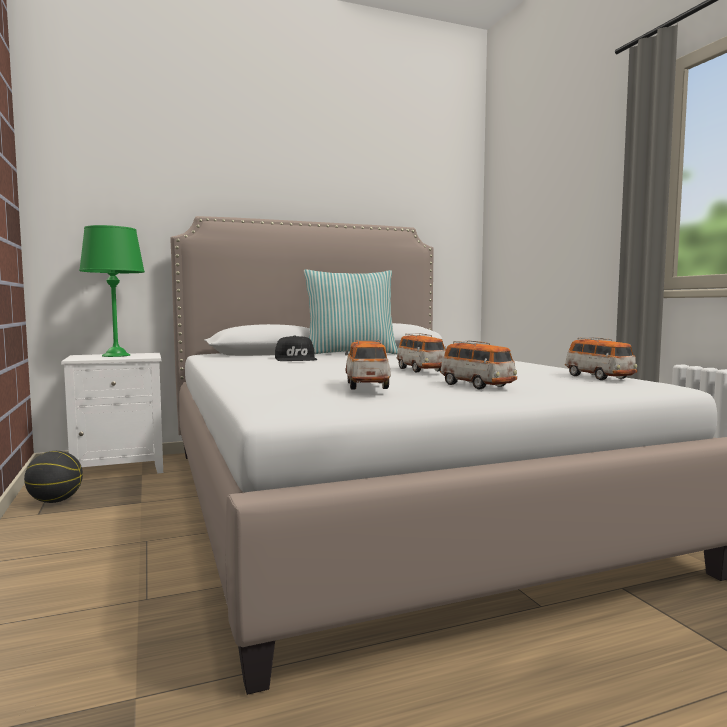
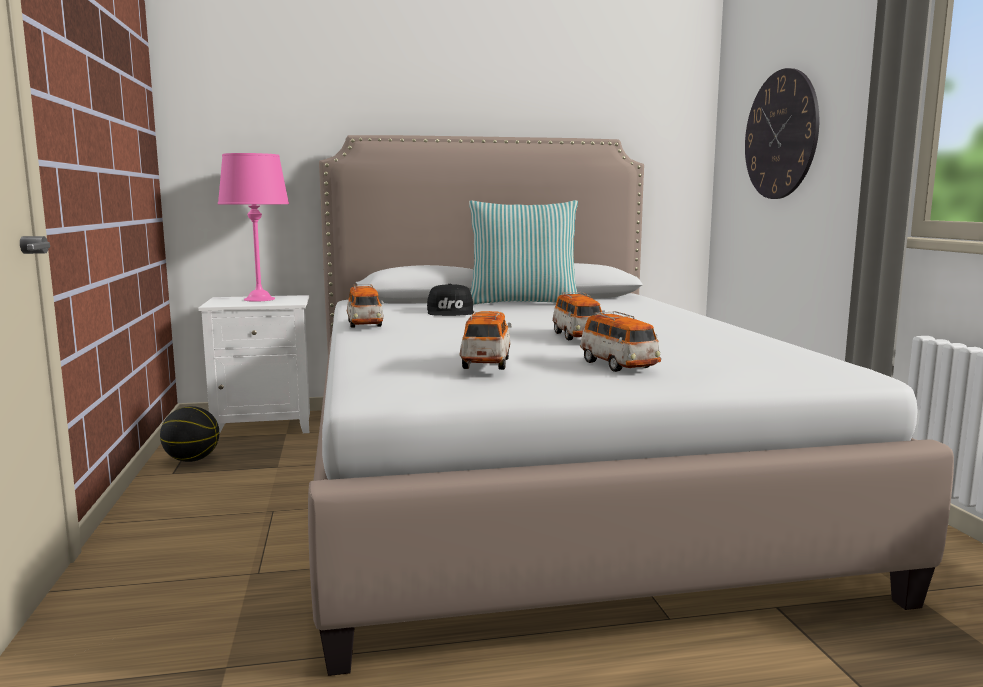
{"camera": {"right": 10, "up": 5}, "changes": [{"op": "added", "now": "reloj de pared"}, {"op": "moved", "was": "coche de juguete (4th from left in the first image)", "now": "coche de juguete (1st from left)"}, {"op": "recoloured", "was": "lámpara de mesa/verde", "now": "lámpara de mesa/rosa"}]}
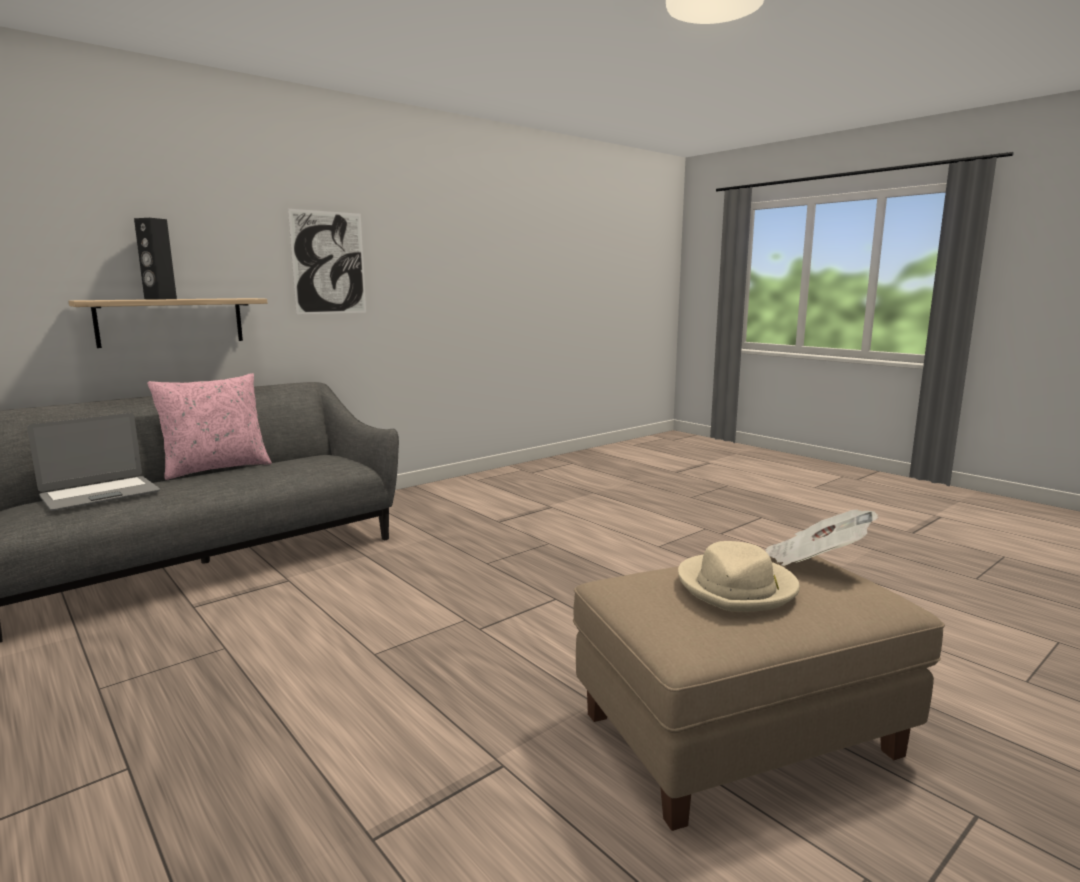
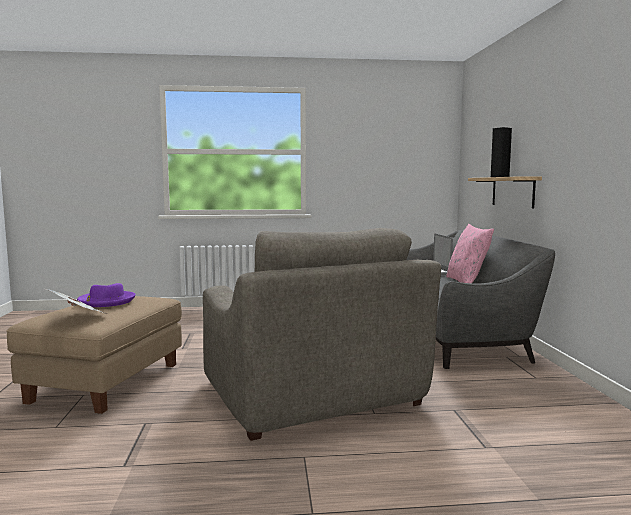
{"camera": {"right": 125, "up": -5}, "changes": [{"op": "removed", "was": "cuadro"}, {"op": "added", "now": "sillón/gris"}, {"op": "recoloured", "was": "sombrero/beis", "now": "sombrero/morado"}]}
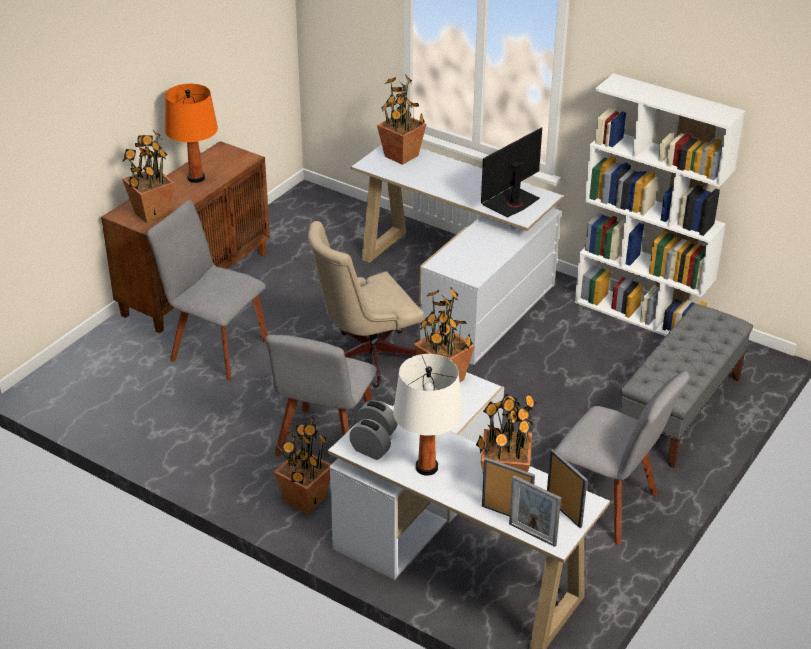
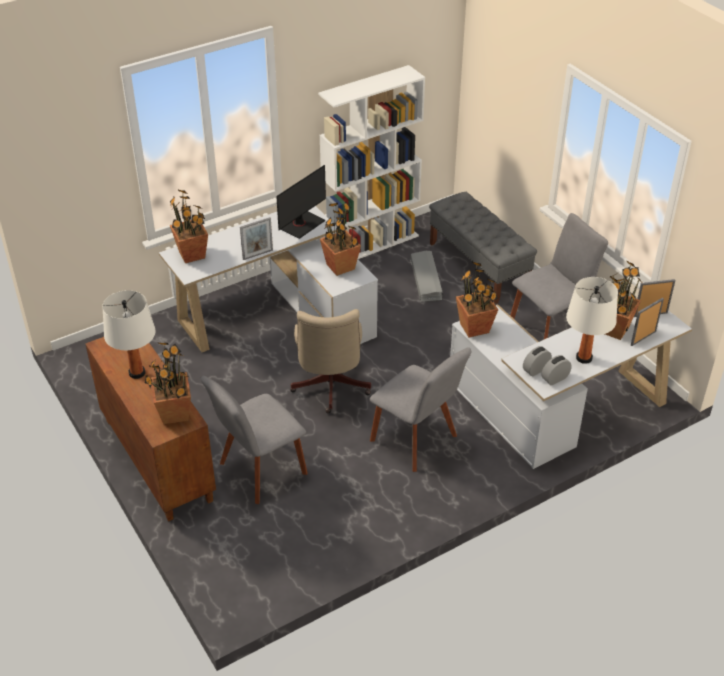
{"camera": {"right": -65, "up": 5}, "changes": [{"op": "added", "now": "caja de almacenaje/gris"}, {"op": "moved", "was": "planta en maceta (2nd from left in the first image)", "now": "planta en maceta (3rd from left)"}, {"op": "moved", "was": "portarretratos (2nd from left in the first image)", "now": "portarretratos (1st from left)"}, {"op": "recoloured", "was": "lámpara de mesa/naranja", "now": "lámpara de mesa/blanco (1st from left)"}, {"op": "turned", "was": "monitor", "clockwise": -120}]}
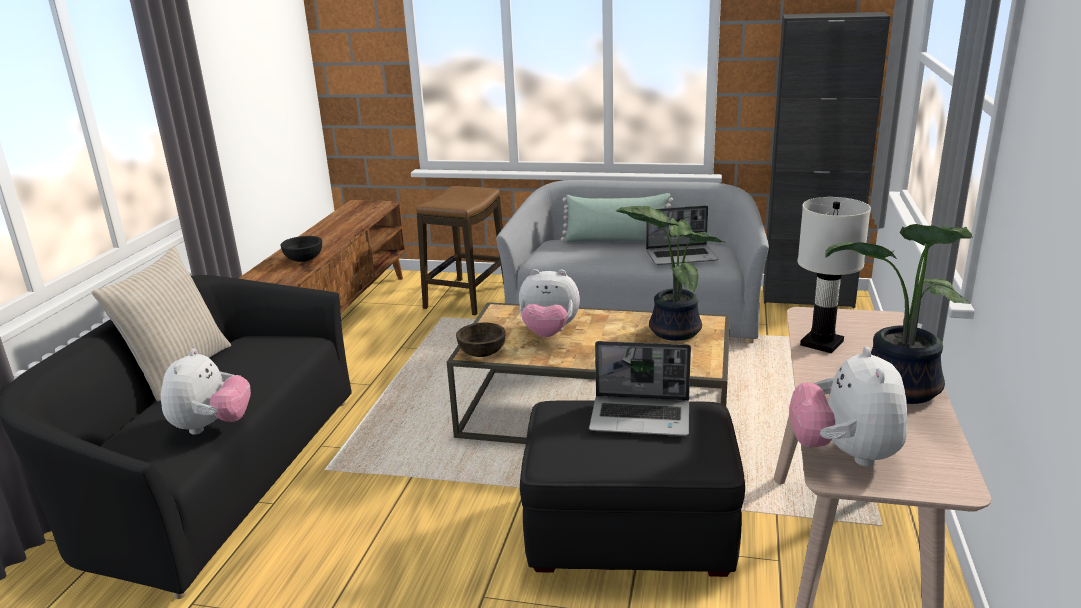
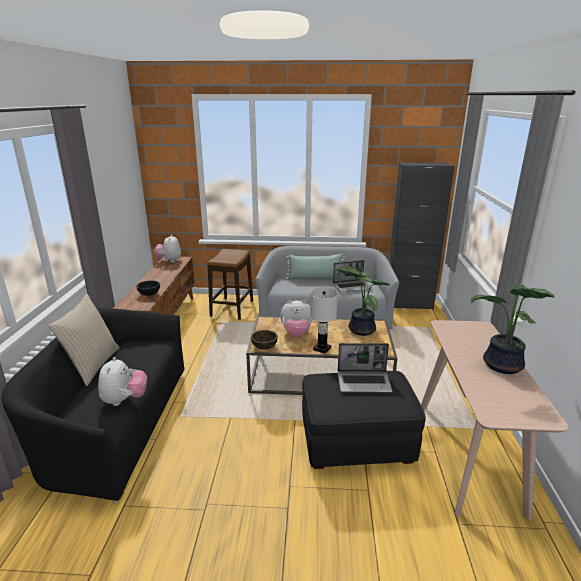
{"camera": {"right": -10, "up": 0}, "changes": [{"op": "moved", "was": "peluche (3rd from left in the first image)", "now": "peluche (2nd from left)"}, {"op": "moved", "was": "lámpara de mesa/blanco"}]}
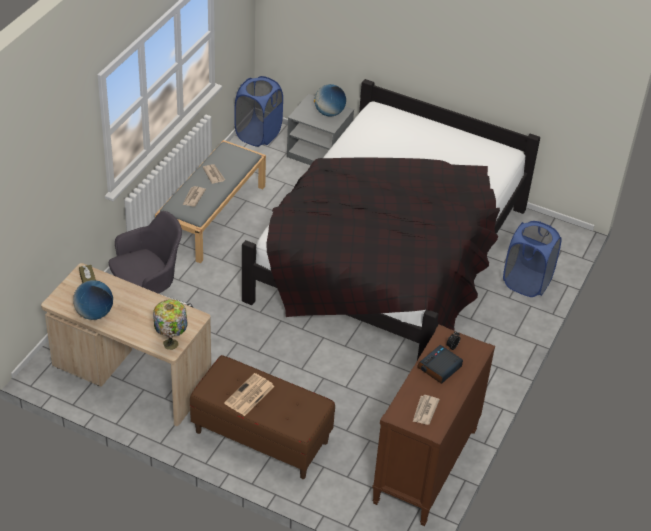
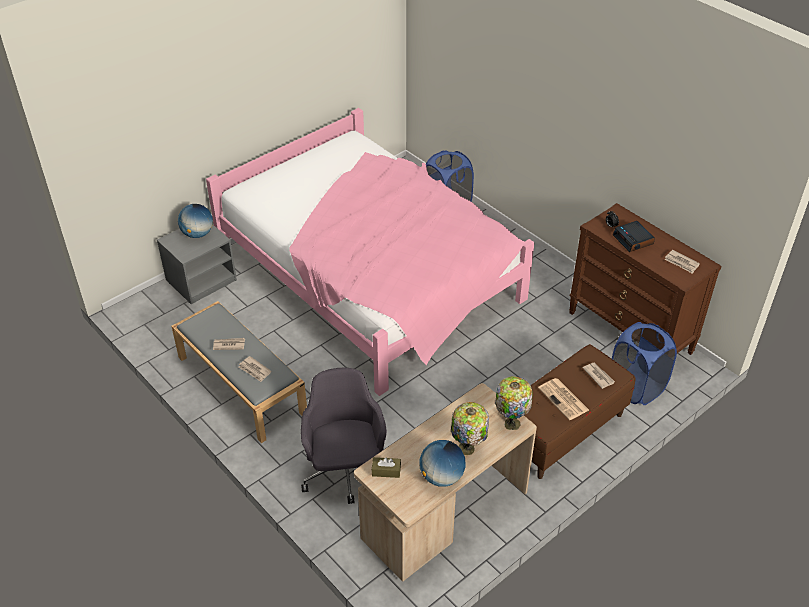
{"camera": {"right": -65, "up": 0}, "changes": [{"op": "added", "now": "lámpara de mesa (1st from left)"}, {"op": "added", "now": "periódico (4th from left)"}, {"op": "moved", "was": "cesto de la ropa/azul (1st from left in the first image)", "now": "cesto de la ropa/azul (2nd from left)"}, {"op": "recoloured", "was": "cama/negro", "now": "cama/rosa"}]}
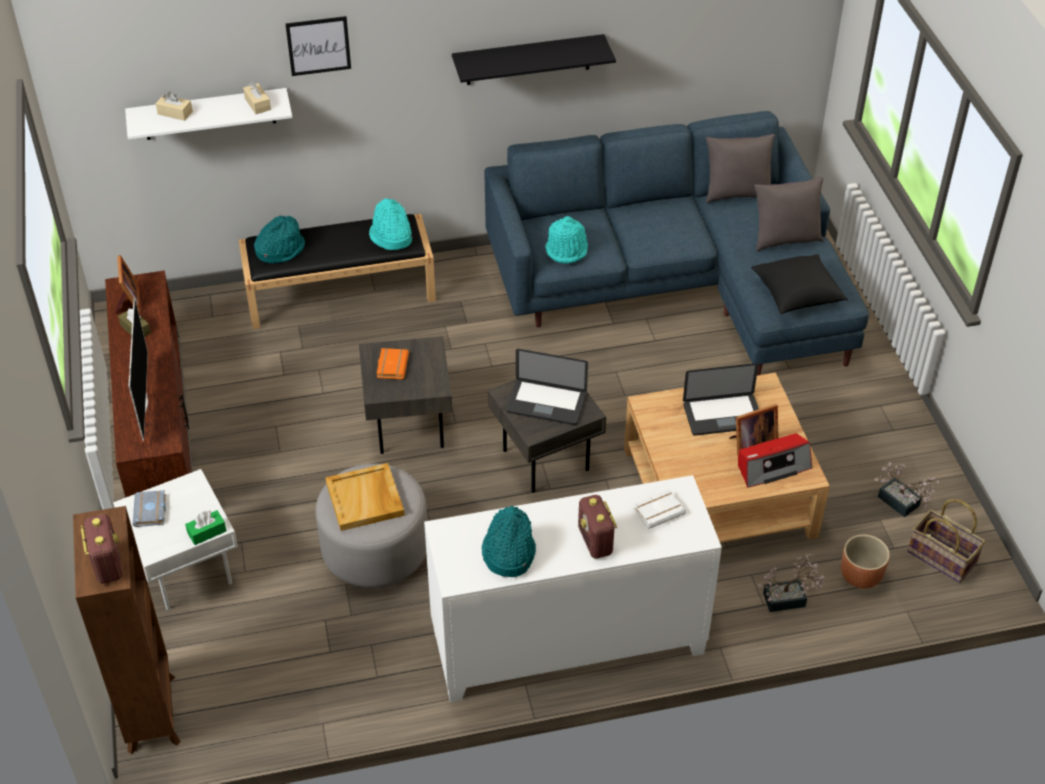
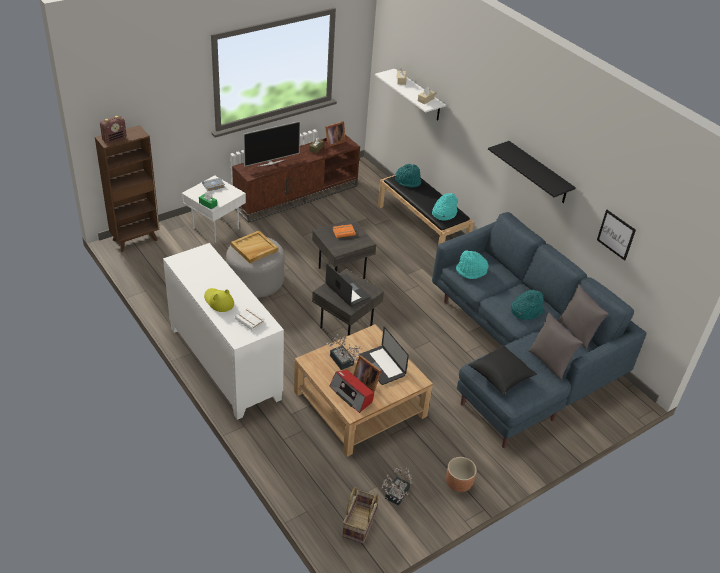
{"camera": {"right": 65, "up": -5}, "changes": [{"op": "moved", "was": "cuadro"}, {"op": "moved", "was": "sombrero/turquesa (3rd from left in the first image)", "now": "sombrero/turquesa (4th from left)"}, {"op": "moved", "was": "planta en maceta (1st from left)"}, {"op": "moved", "was": "maceta/marrón"}, {"op": "replaced", "was": "radio (2nd from left)", "now": "sombrero/amarillo"}, {"op": "turned", "was": "portátil (1st from left)", "clockwise": 150}]}
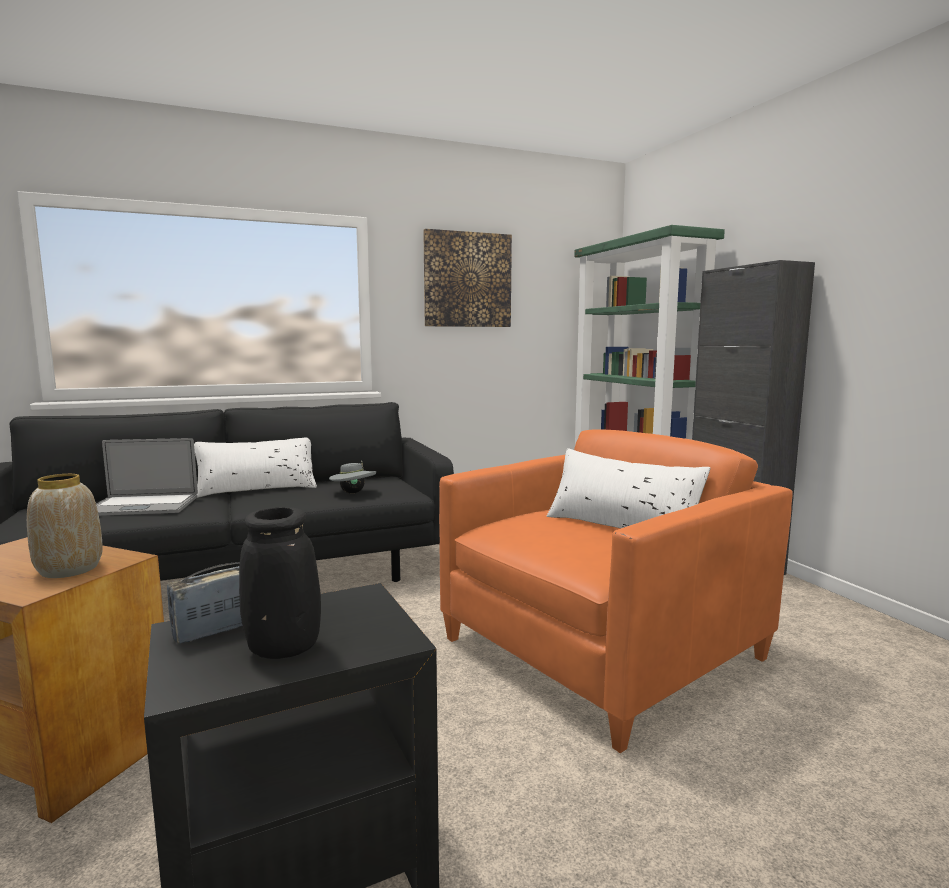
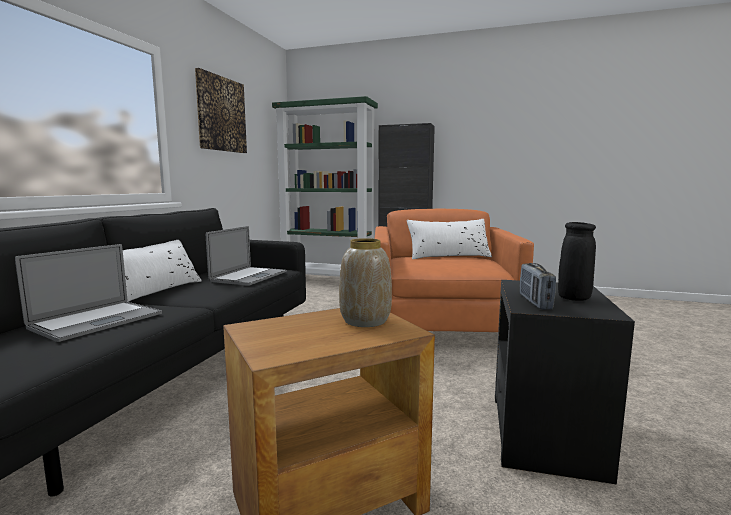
{"camera": {"right": -50, "up": 0}, "changes": [{"op": "replaced", "was": "sombrero/gris", "now": "portátil (2nd from left)"}]}
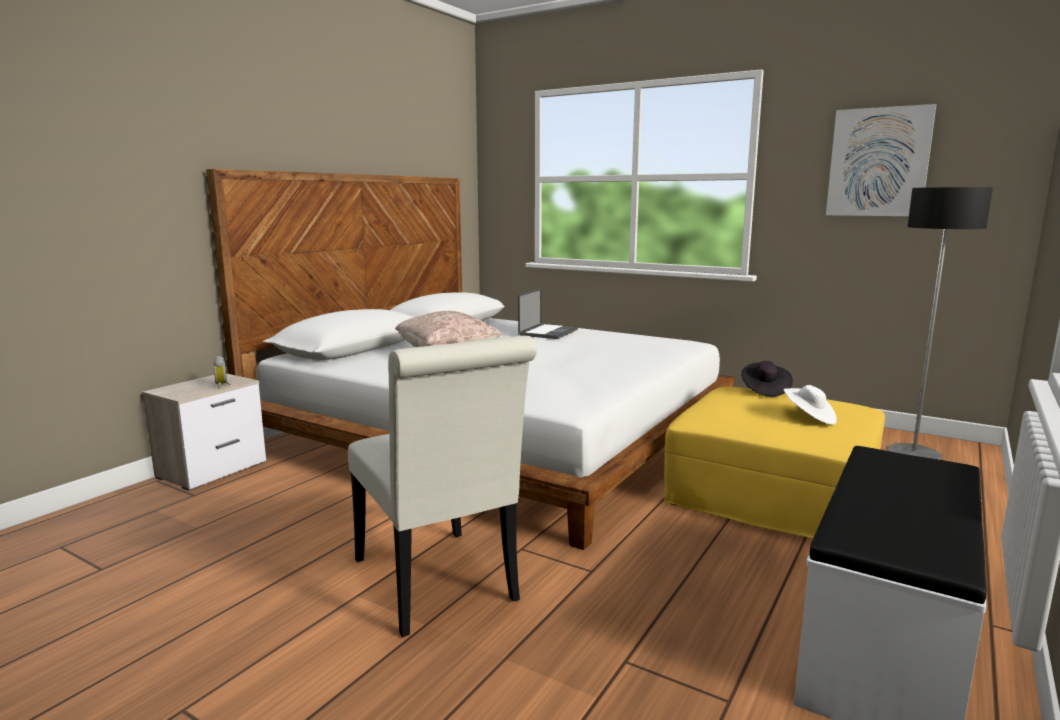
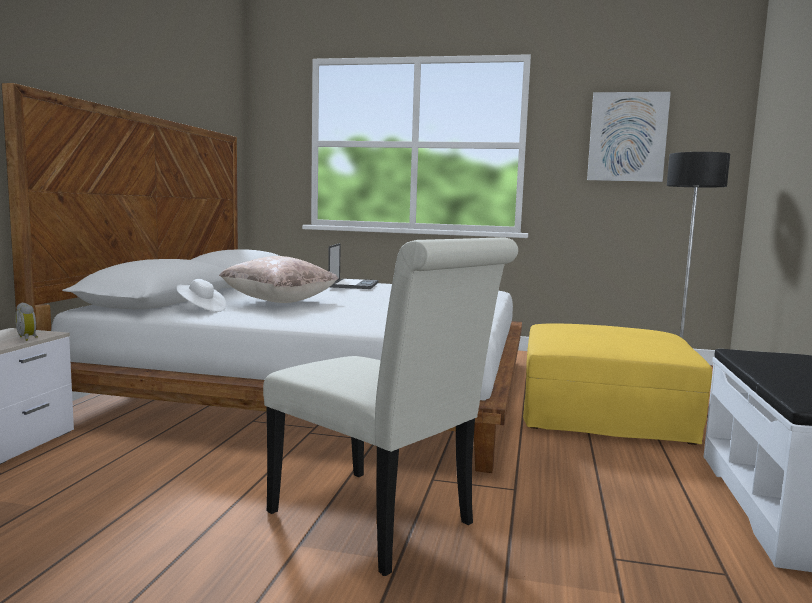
{"camera": {"right": -20, "up": -5}, "changes": [{"op": "removed", "was": "sombrero/negro"}, {"op": "moved", "was": "sombrero/blanco"}]}
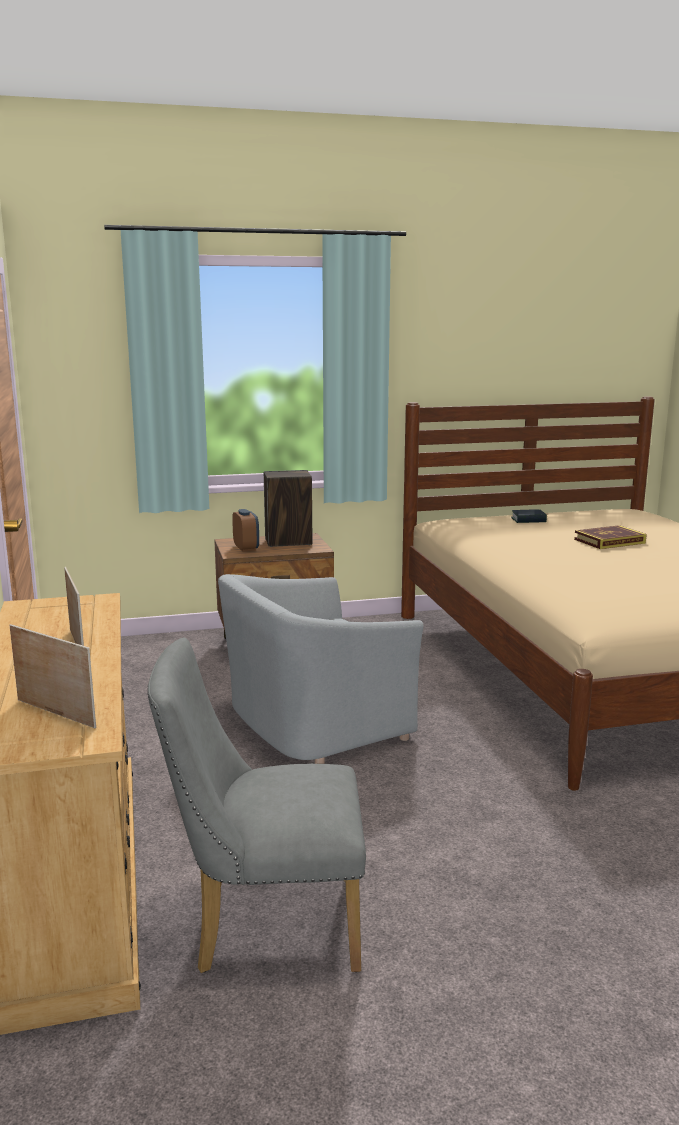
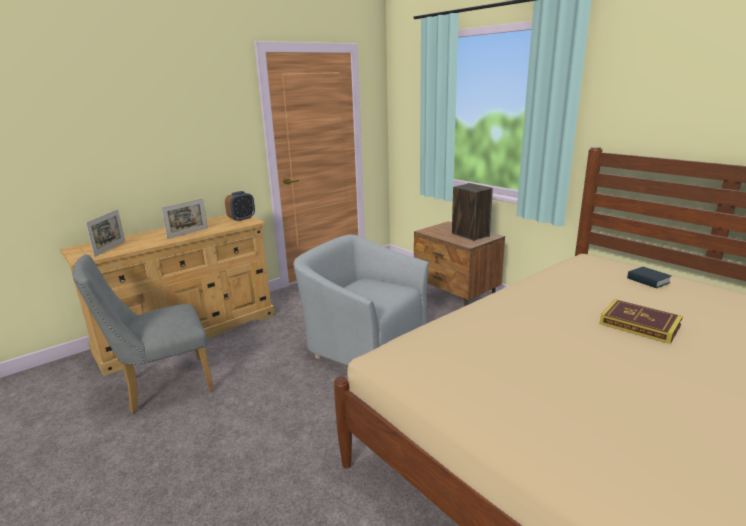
{"camera": {"right": 65, "up": 5}, "changes": [{"op": "moved", "was": "despertador"}, {"op": "turned", "was": "silla/gris", "clockwise": -90}]}
